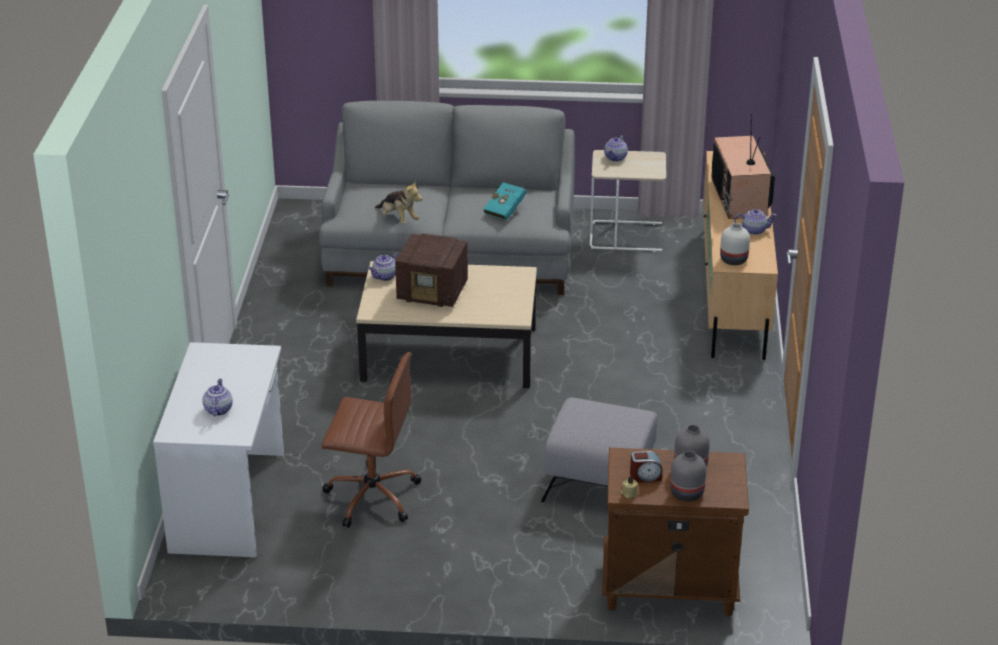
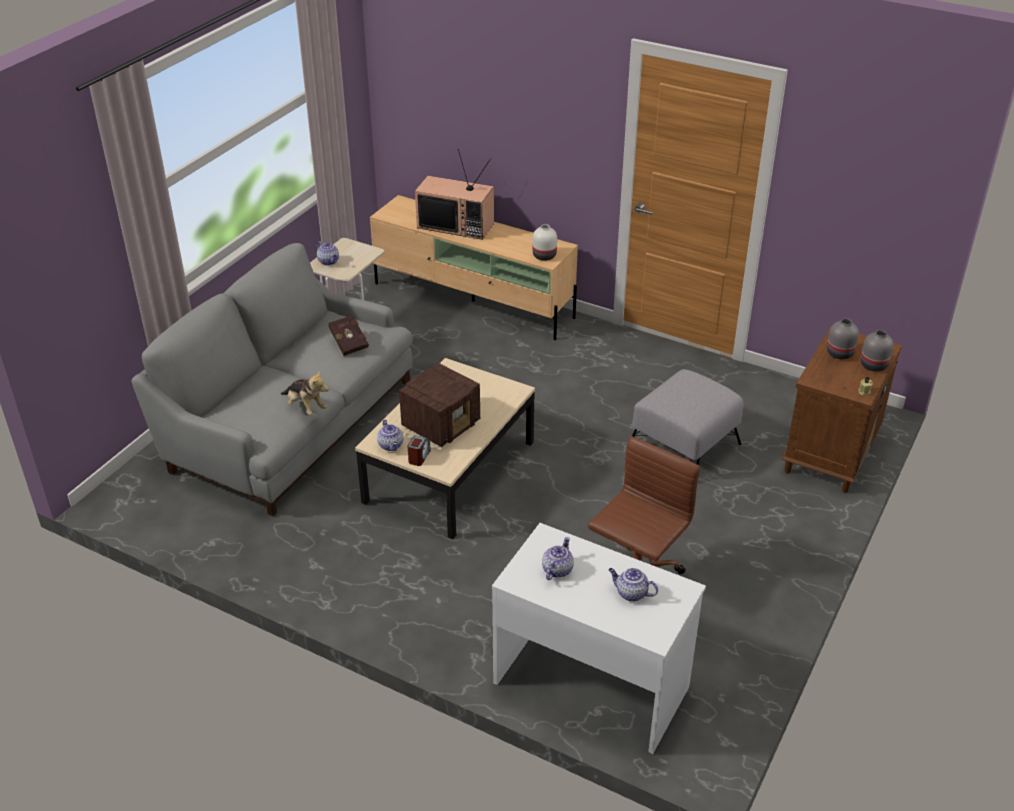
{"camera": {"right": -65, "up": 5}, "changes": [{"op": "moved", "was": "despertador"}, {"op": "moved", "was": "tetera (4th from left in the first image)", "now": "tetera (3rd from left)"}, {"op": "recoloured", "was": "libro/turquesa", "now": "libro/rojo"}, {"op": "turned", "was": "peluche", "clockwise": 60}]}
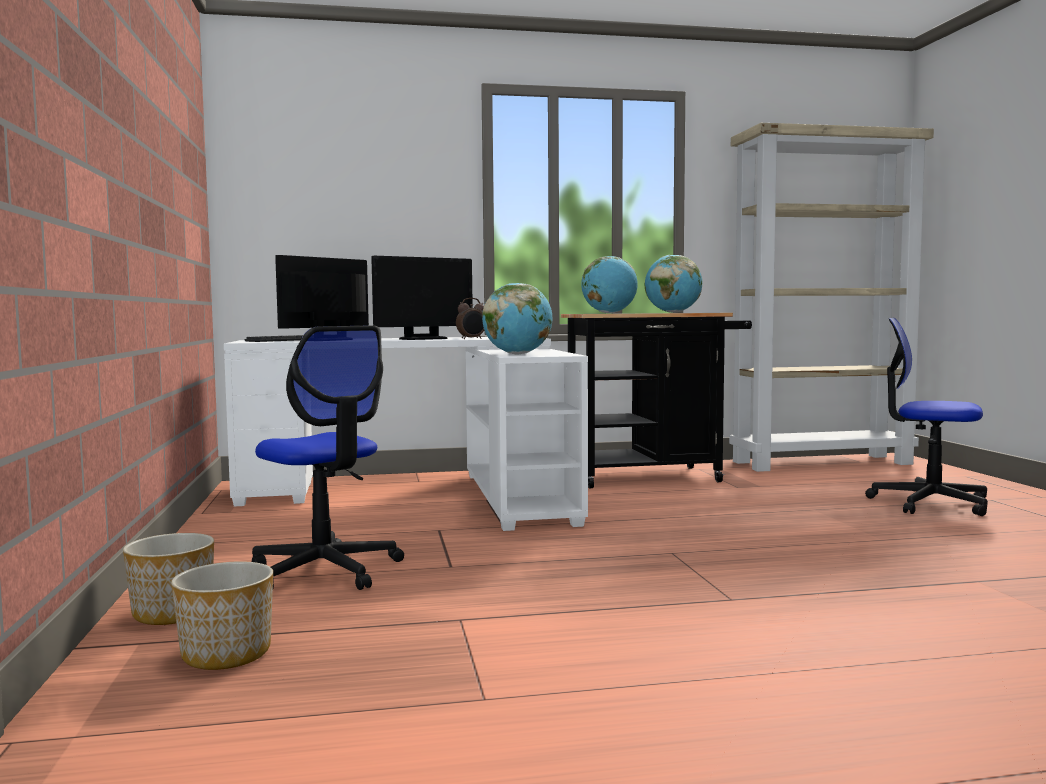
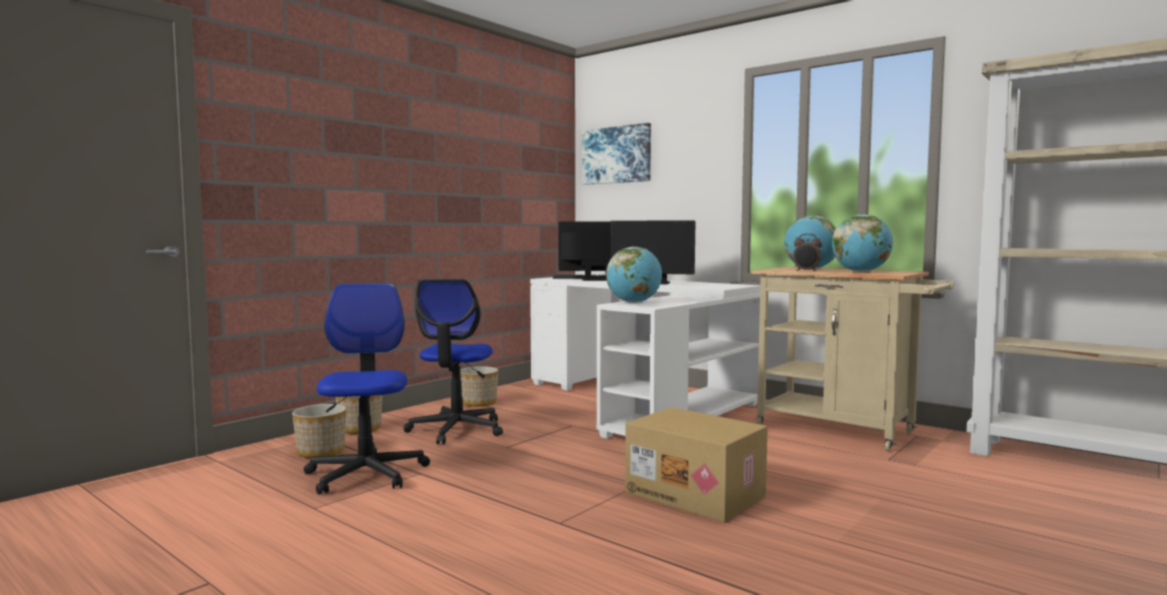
{"camera": {"right": 50, "up": 0}, "changes": [{"op": "added", "now": "maceta (3rd from left)"}, {"op": "added", "now": "cuadro"}, {"op": "added", "now": "caja de cartón"}, {"op": "moved", "was": "despertador"}, {"op": "moved", "was": "silla de oficina (2nd from left in the first image)", "now": "silla de oficina (1st from left)"}, {"op": "recoloured", "was": "carrito/negro", "now": "carrito/beis"}]}
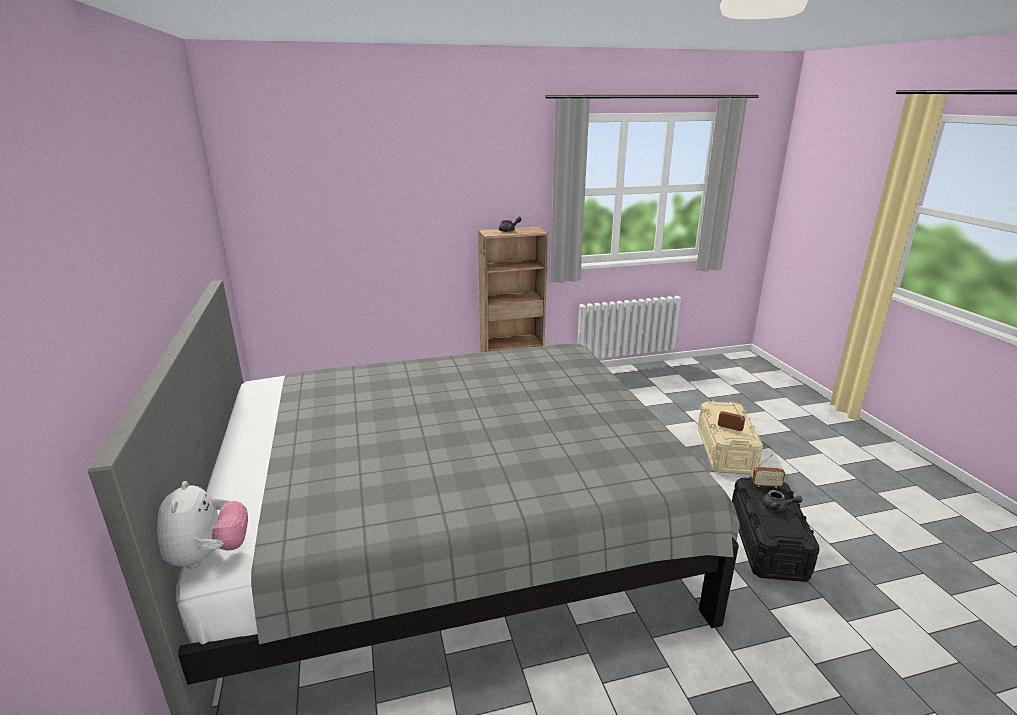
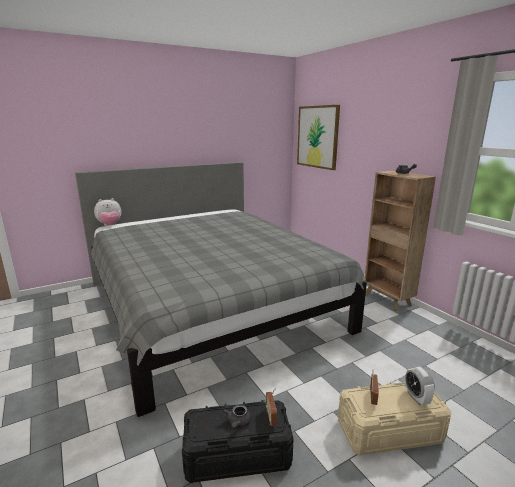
{"camera": {"right": 75, "up": -5}, "changes": [{"op": "added", "now": "cuadro"}, {"op": "added", "now": "despertador"}]}
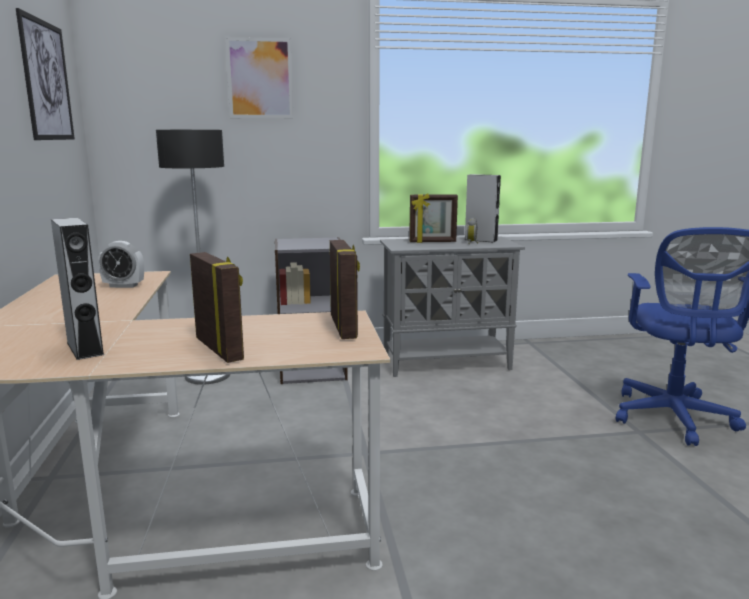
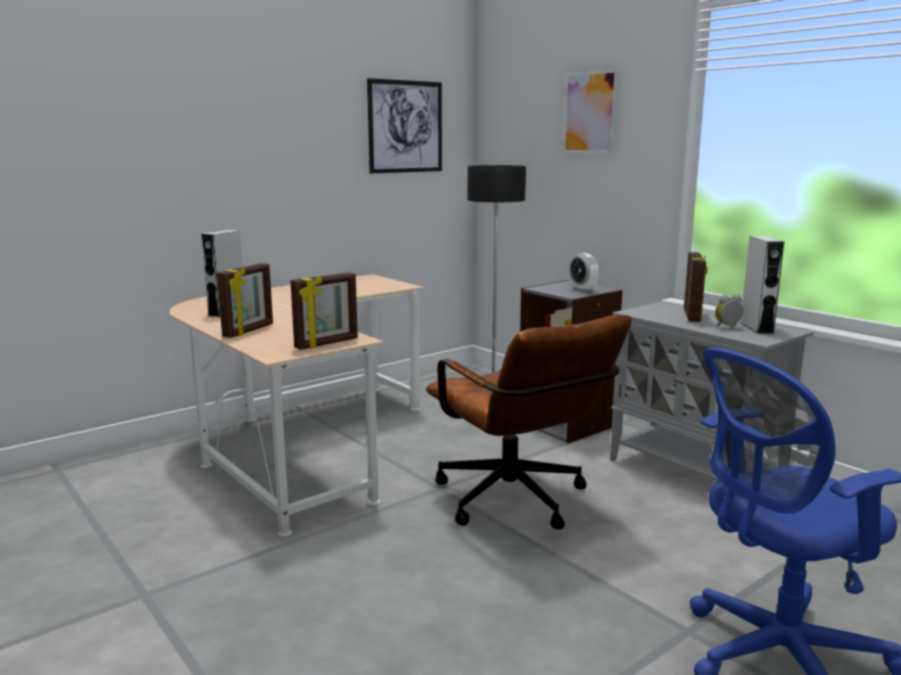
{"camera": {"right": 60, "up": 0}, "changes": [{"op": "added", "now": "silla de oficina/marrón"}, {"op": "moved", "was": "despertador (1st from left)"}, {"op": "turned", "was": "portarretratos (3rd from left)", "clockwise": -135}]}
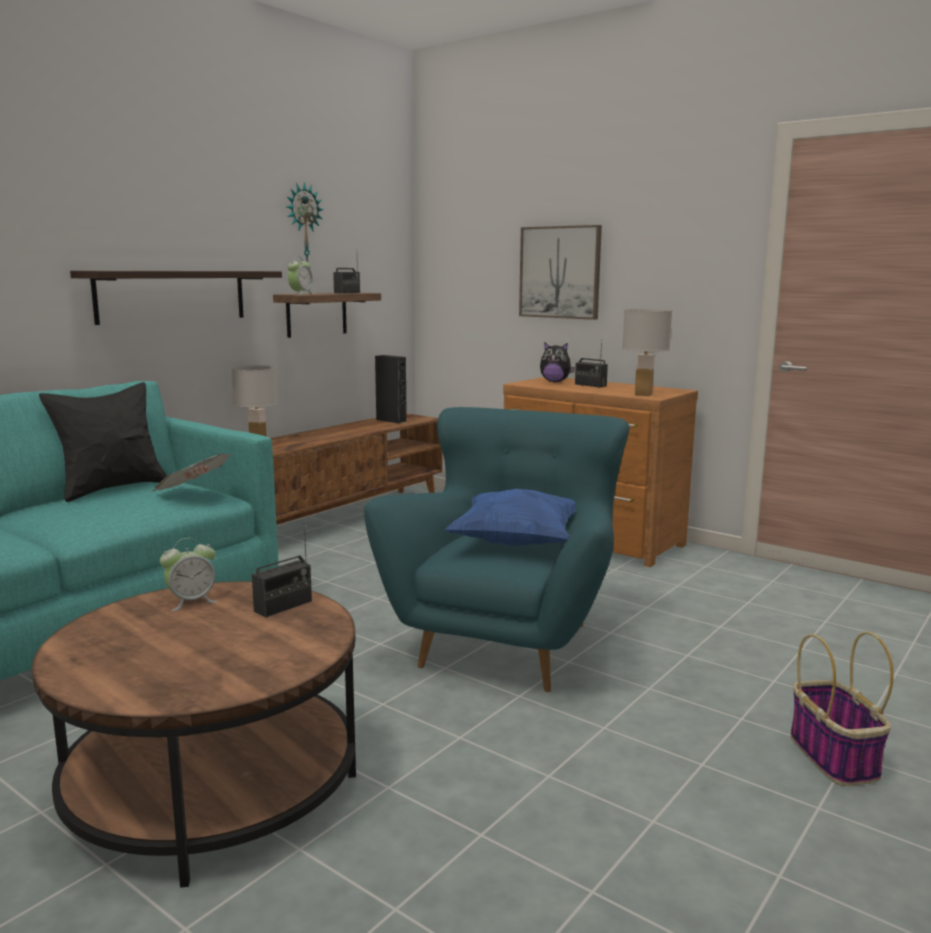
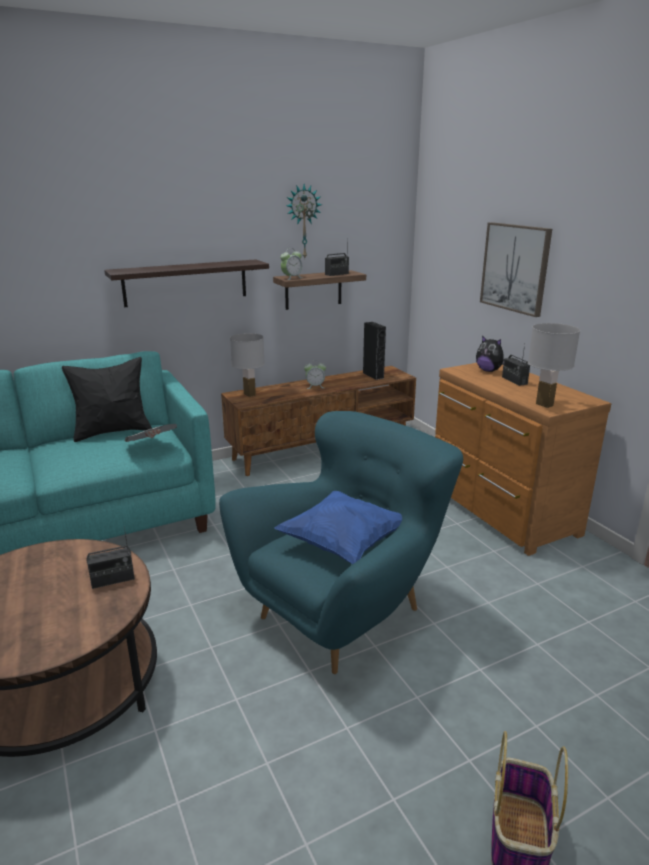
{"camera": {"right": 25, "up": 10}, "changes": [{"op": "moved", "was": "despertador (1st from left in the first image)", "now": "despertador (2nd from left)"}]}
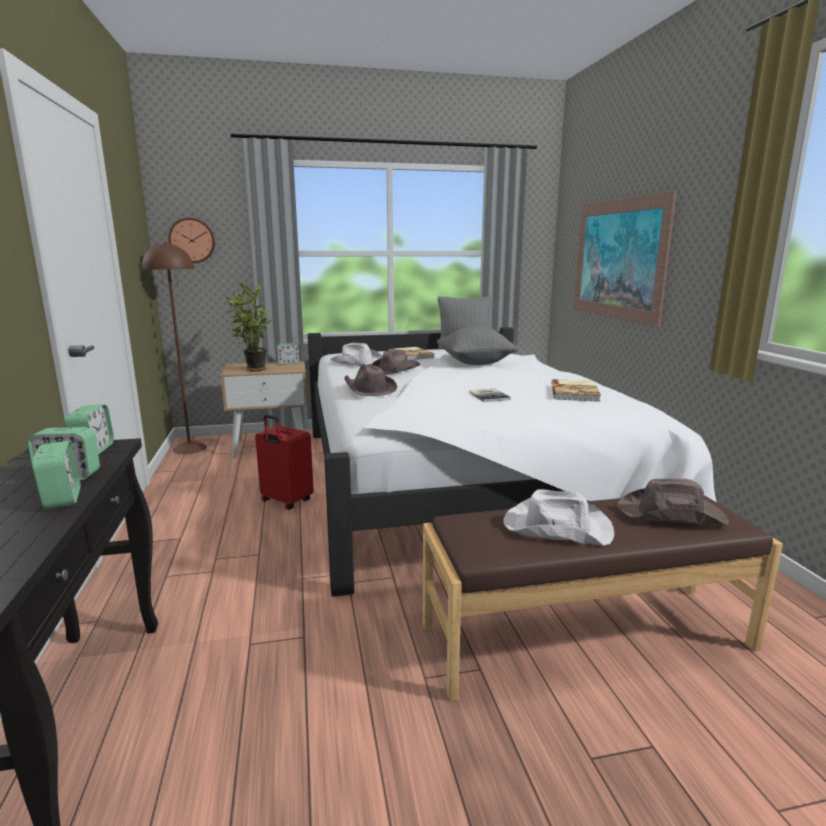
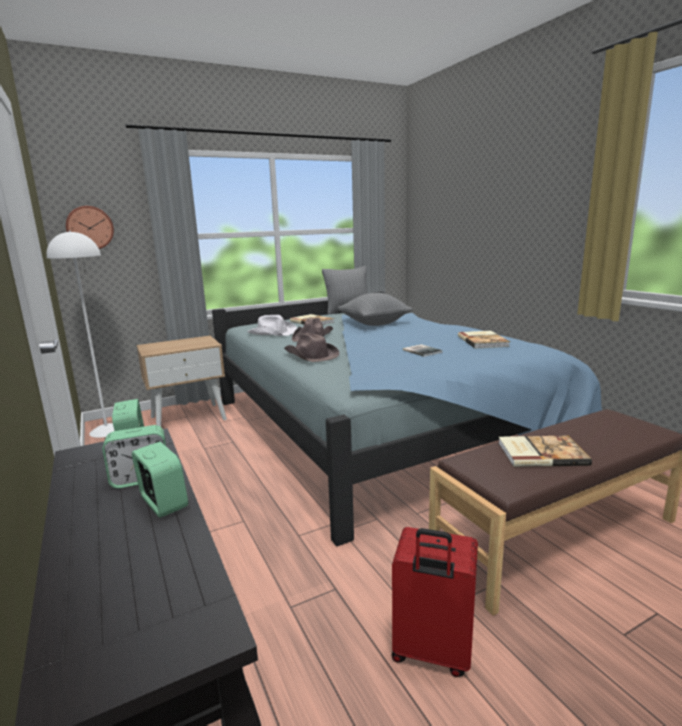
{"camera": {"right": -15, "up": 0}, "changes": [{"op": "removed", "was": "planta en maceta"}, {"op": "removed", "was": "despertador (4th from left)"}, {"op": "removed", "was": "cuadro"}, {"op": "removed", "was": "sombrero/marrón (3rd from left)"}, {"op": "moved", "was": "maleta/rojo"}, {"op": "replaced", "was": "sombrero/blanco (2nd from left)", "now": "libro (4th from left)"}, {"op": "recoloured", "was": "lámpara de pie/marrón", "now": "lámpara de pie/blanco"}, {"op": "recoloured", "was": "cama/blanco", "now": "cama/azul"}]}
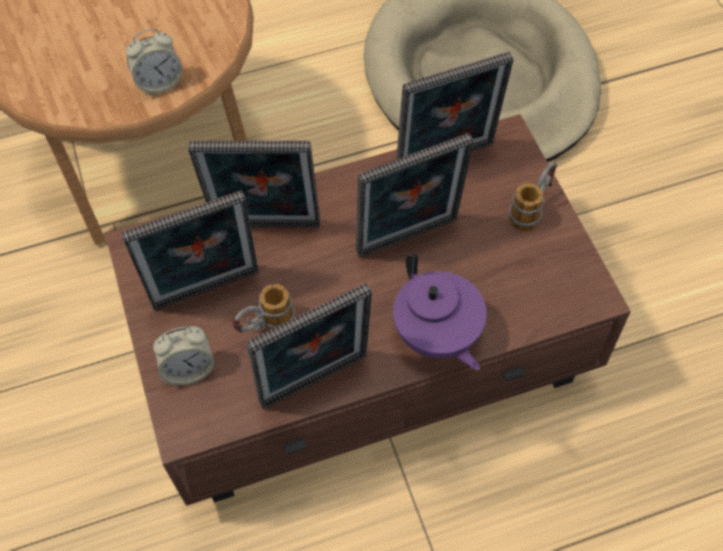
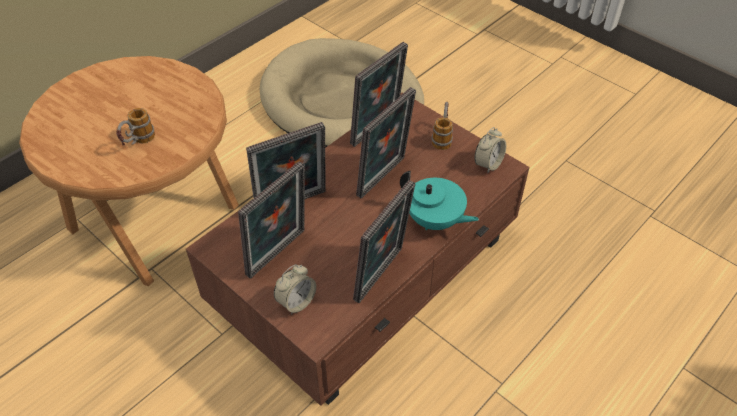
{"camera": {"right": -30, "up": -10}, "changes": [{"op": "moved", "was": "despertador (1st from left in the first image)", "now": "despertador (2nd from left)"}, {"op": "moved", "was": "taza grande (1st from left)"}, {"op": "recoloured", "was": "tetera/morado", "now": "tetera/turquesa"}]}
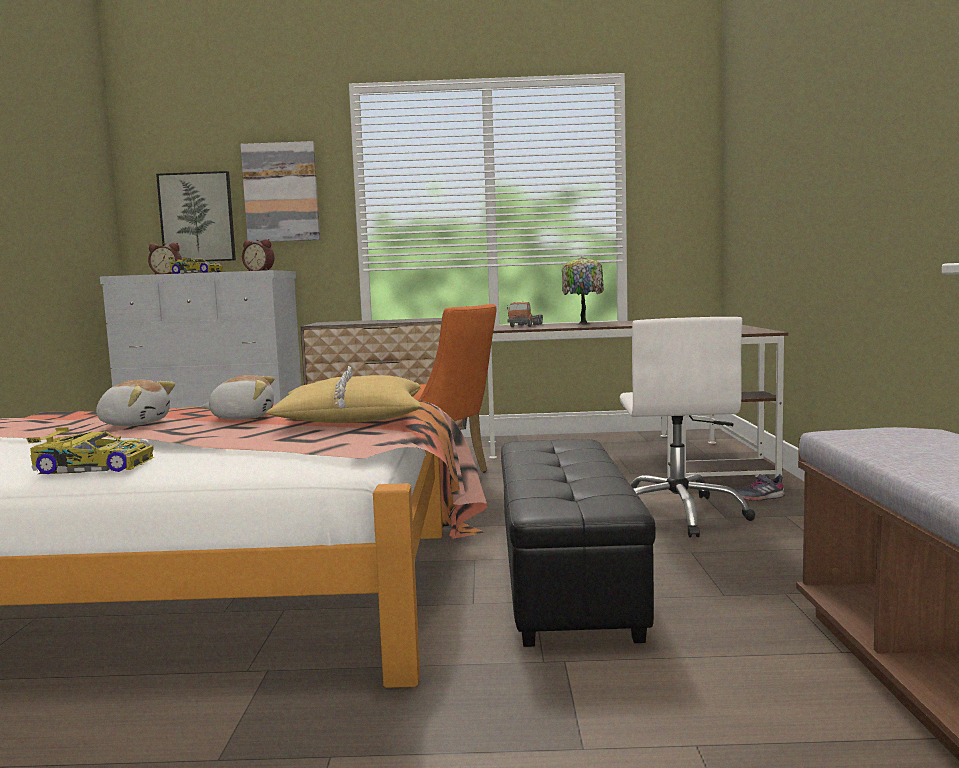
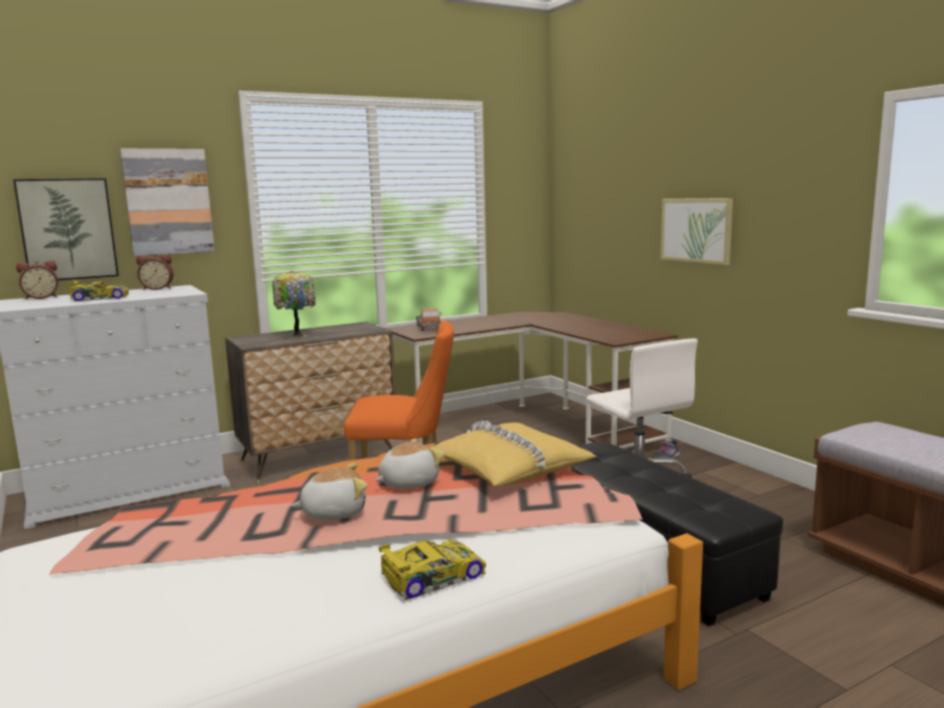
{"camera": {"right": -30, "up": 5}, "changes": [{"op": "added", "now": "cuadro (3rd from left)"}, {"op": "moved", "was": "lámpara de mesa"}]}
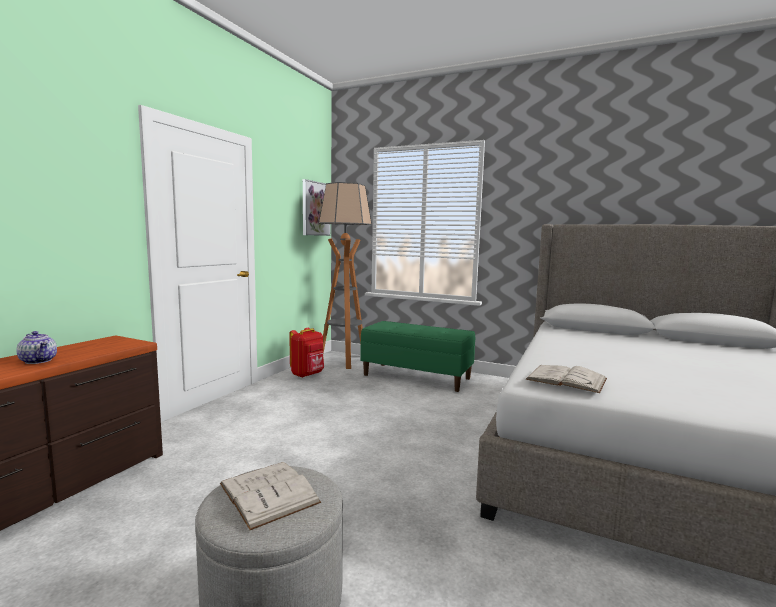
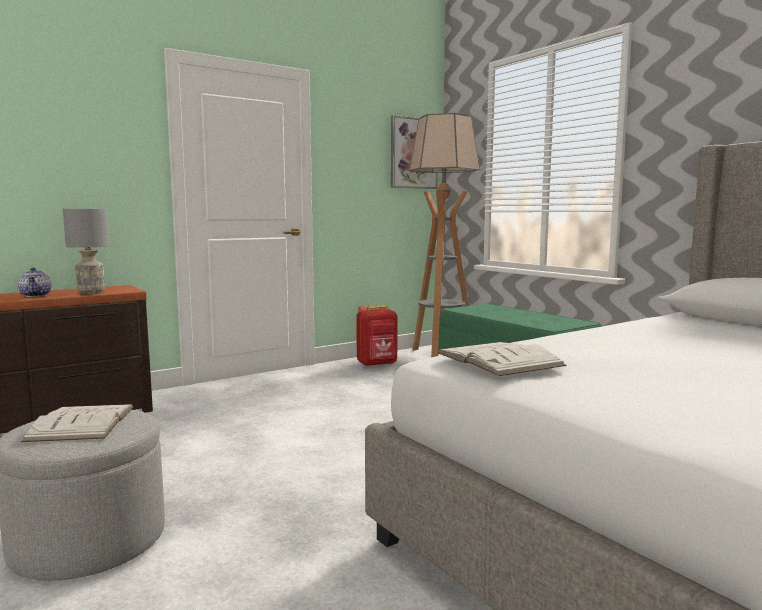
{"camera": {"right": 30, "up": 0}, "changes": [{"op": "added", "now": "lámpara de mesa/gris"}]}
